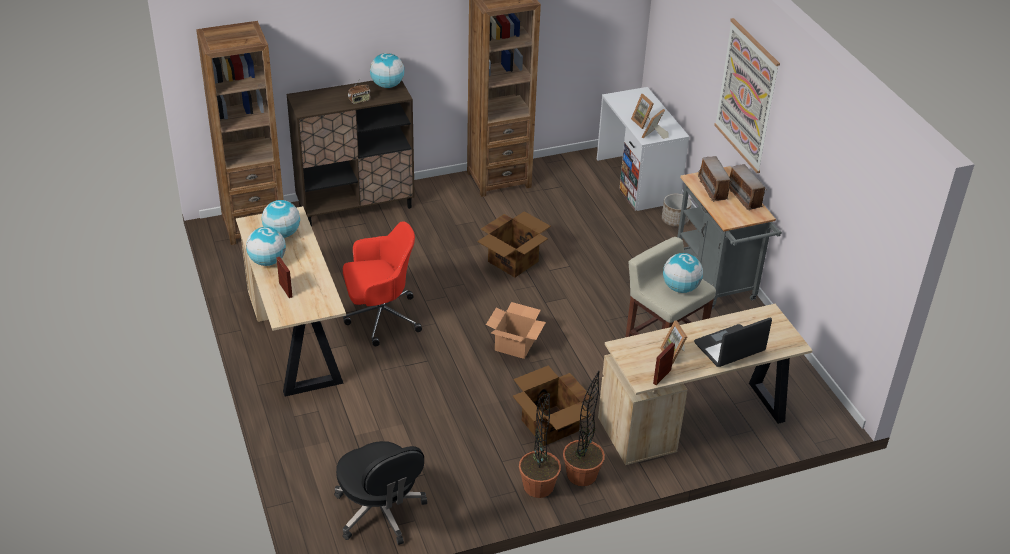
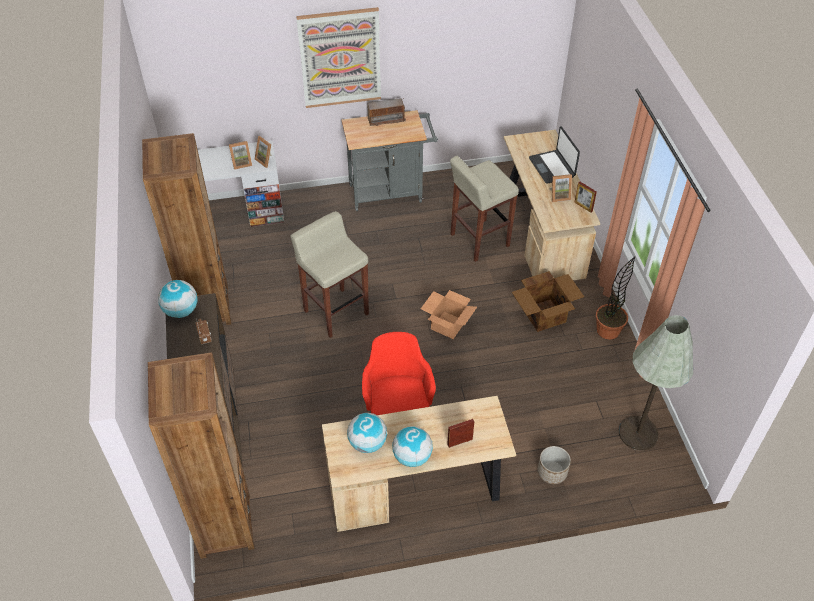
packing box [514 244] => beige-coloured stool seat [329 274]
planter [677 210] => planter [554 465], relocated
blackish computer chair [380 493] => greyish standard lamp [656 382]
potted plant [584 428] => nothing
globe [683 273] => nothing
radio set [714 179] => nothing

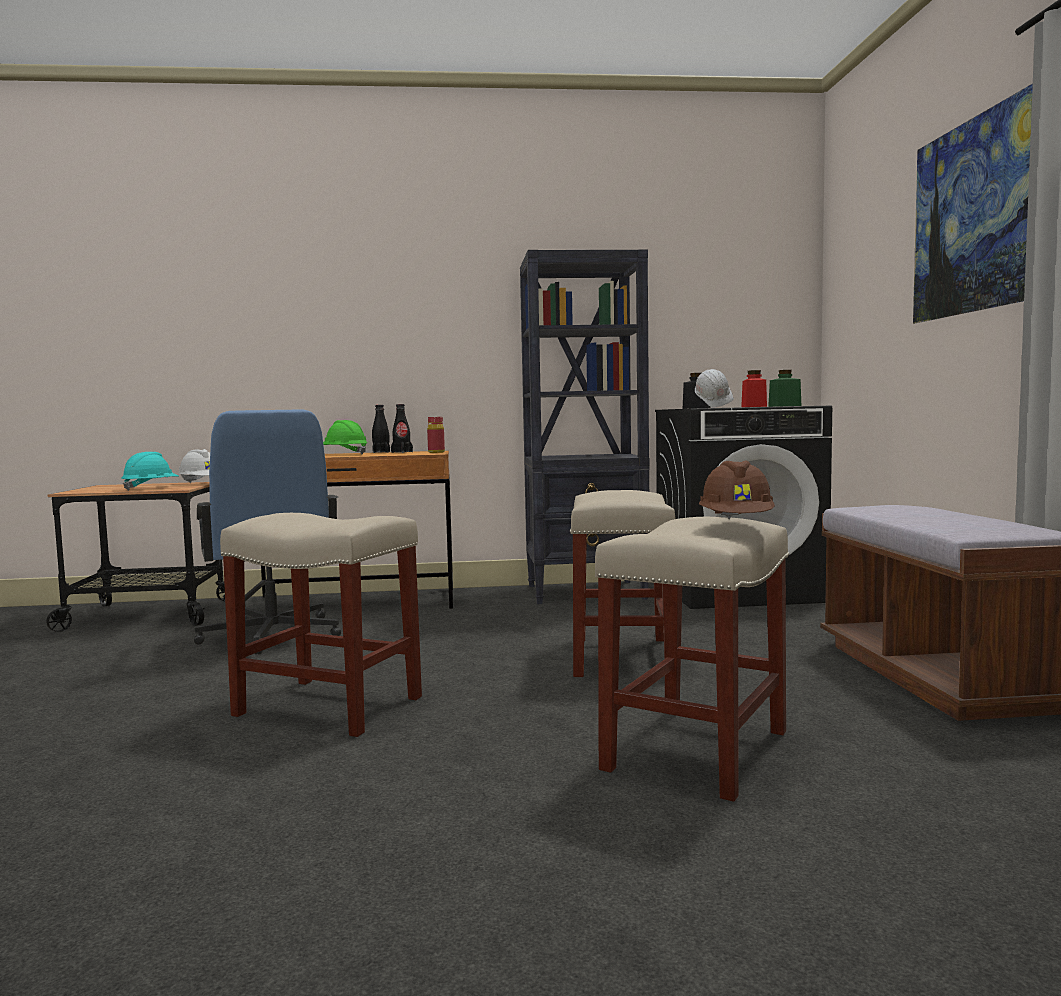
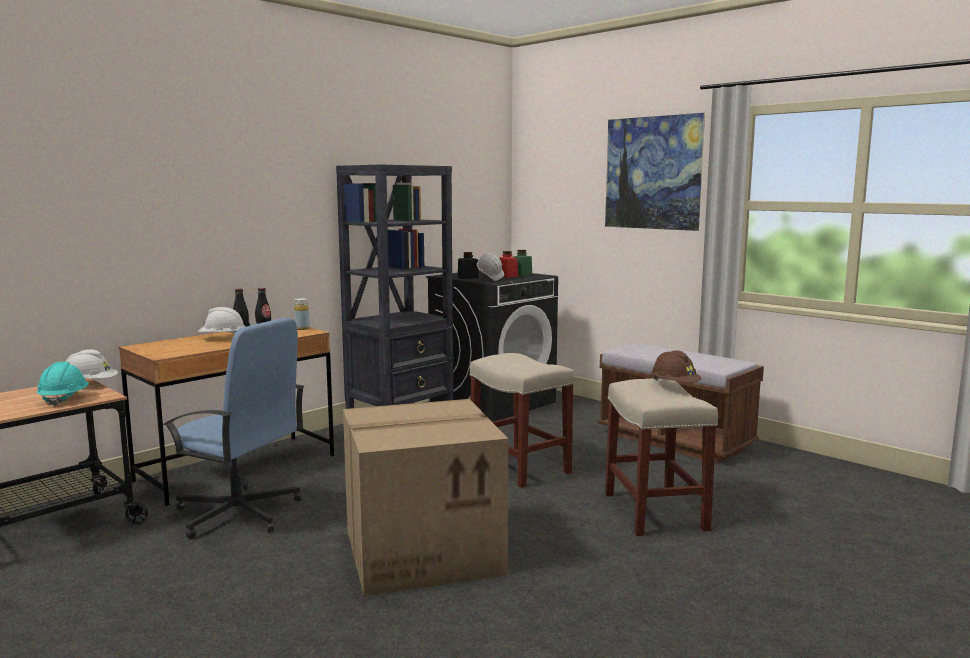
green-coloured hard hat [345 437] => white-coloured hard hat [222 320]
reddish bottle [436 435] => yellow-coloured bottle [302 314]
beige-coloured stool seat [321 625] => packing box [425 498]

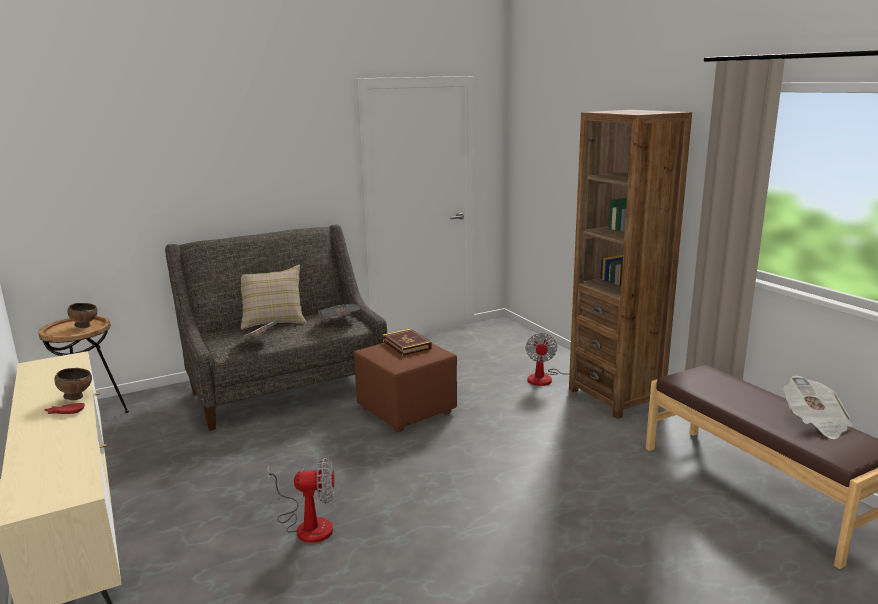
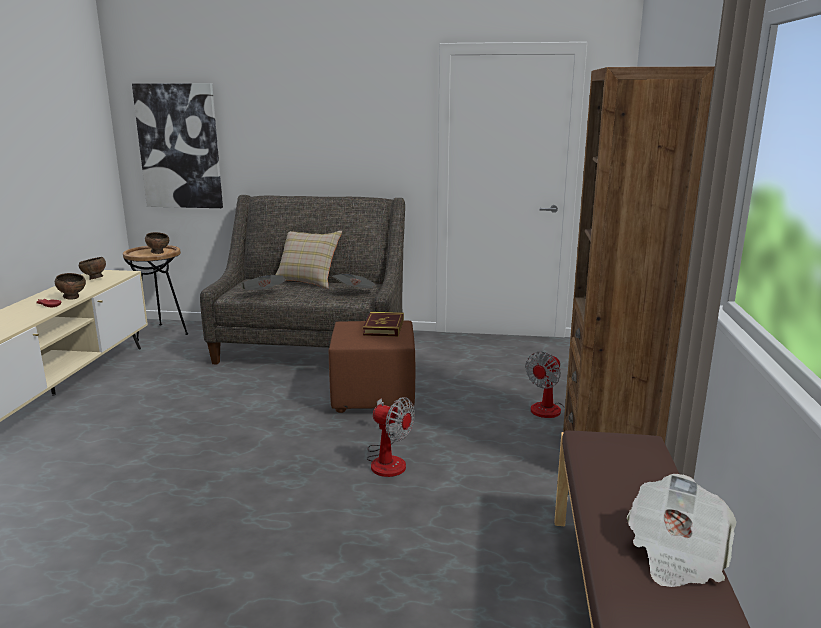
nothing => brown-coloured bowl [92 268]
nothing => picture [177 145]
fan [301 500] => fan [390 437], relocated

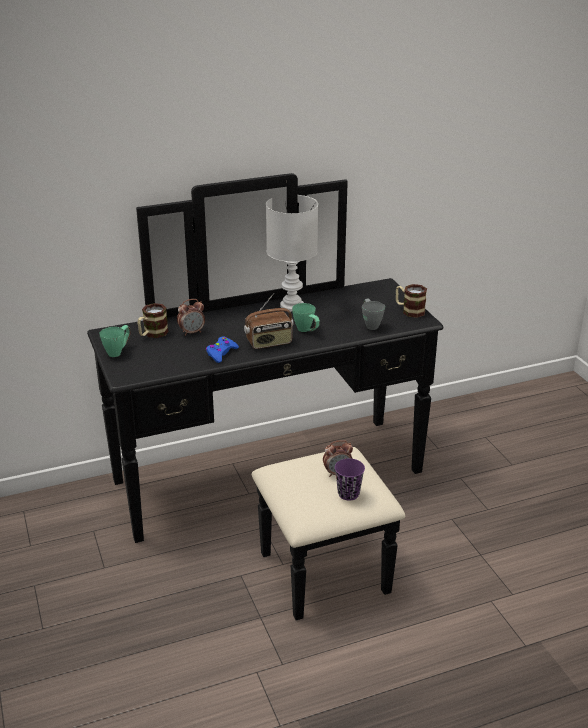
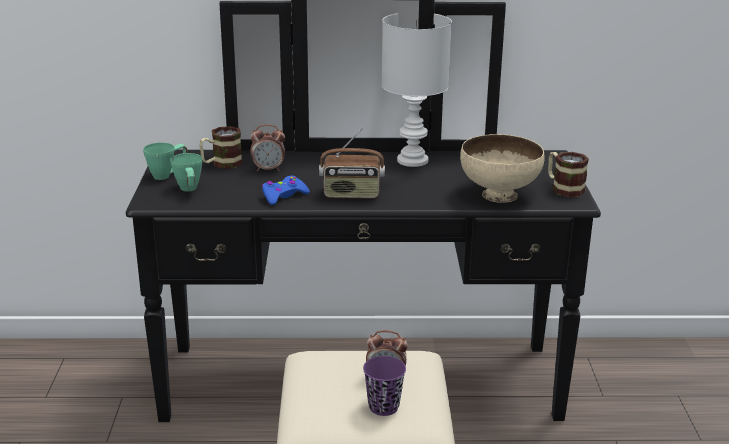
green-coloured coffee mug [306 317] => green-coloured coffee mug [186 172], relocated
greyish coffee mug [373 314] => beige-coloured bowl [502 168]

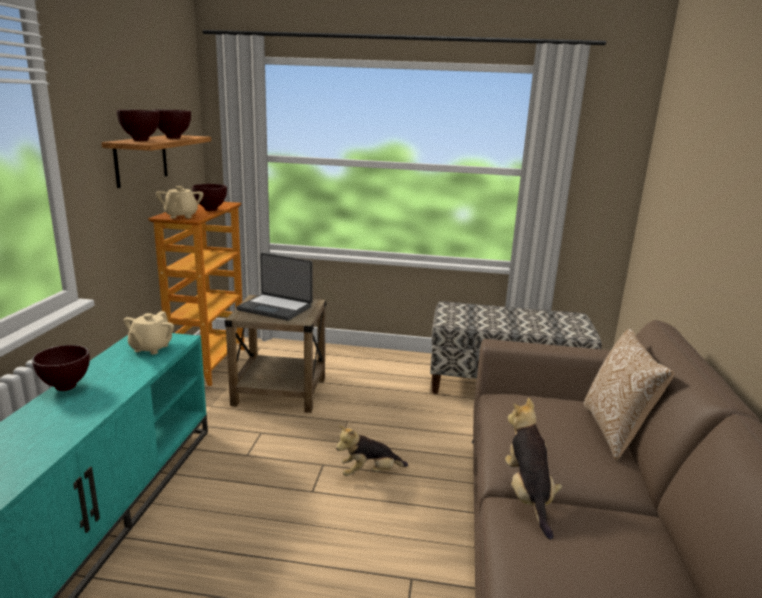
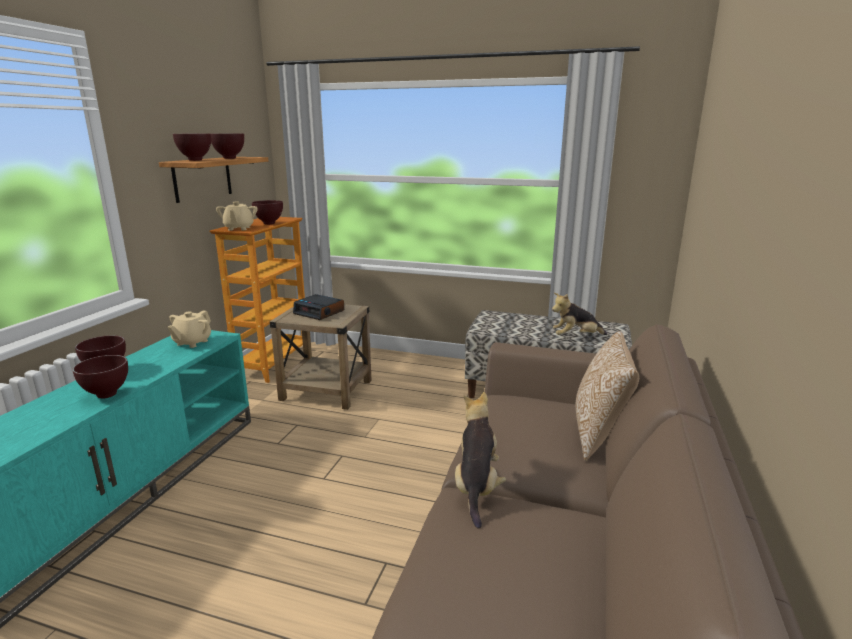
nothing => brown-coloured bowl [100 377]
portable computer [274 287] => table clock [318 307]
plush toy [372 450] => plush toy [579 314], relocated

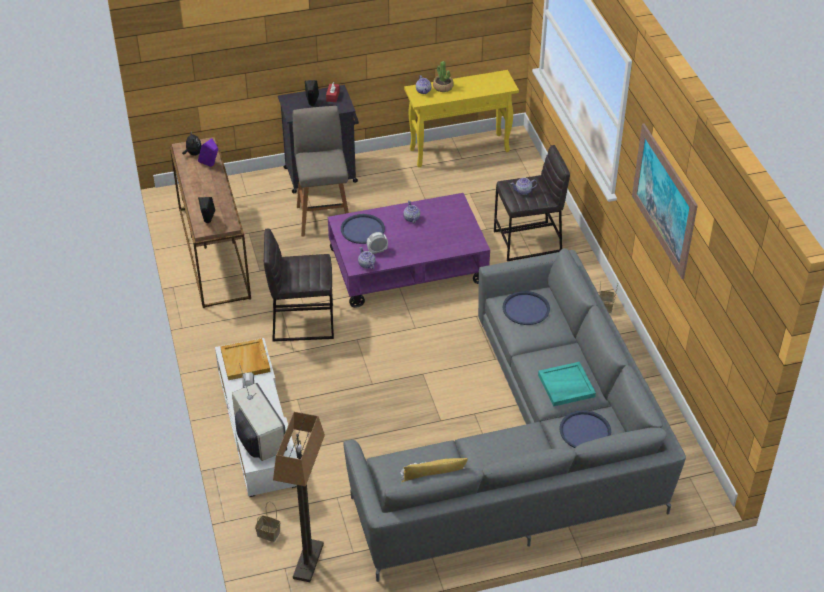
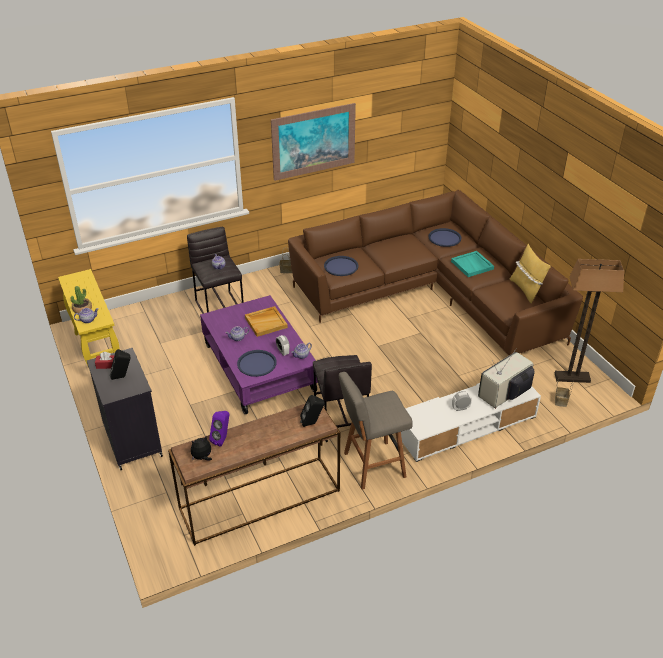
beige-coloured serving tray [245 359] => beige-coloured serving tray [266 321], relocated
greyish settee [514 415] => brown-coloured settee [435 273]
greyish stool seat [321 171] => greyish stool seat [376 431], relocated
turquoise serving tray [567 384] => turquoise serving tray [472 264], relocated

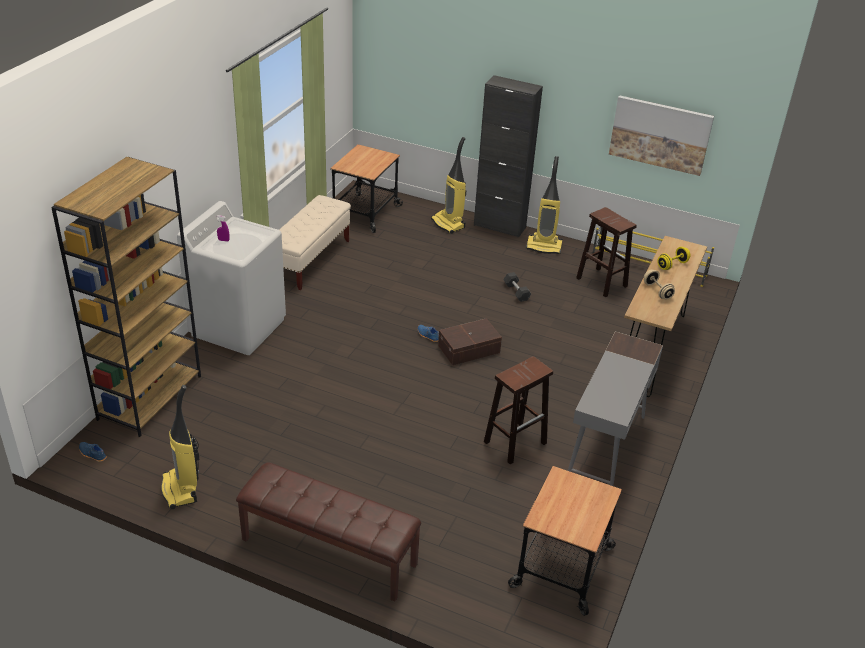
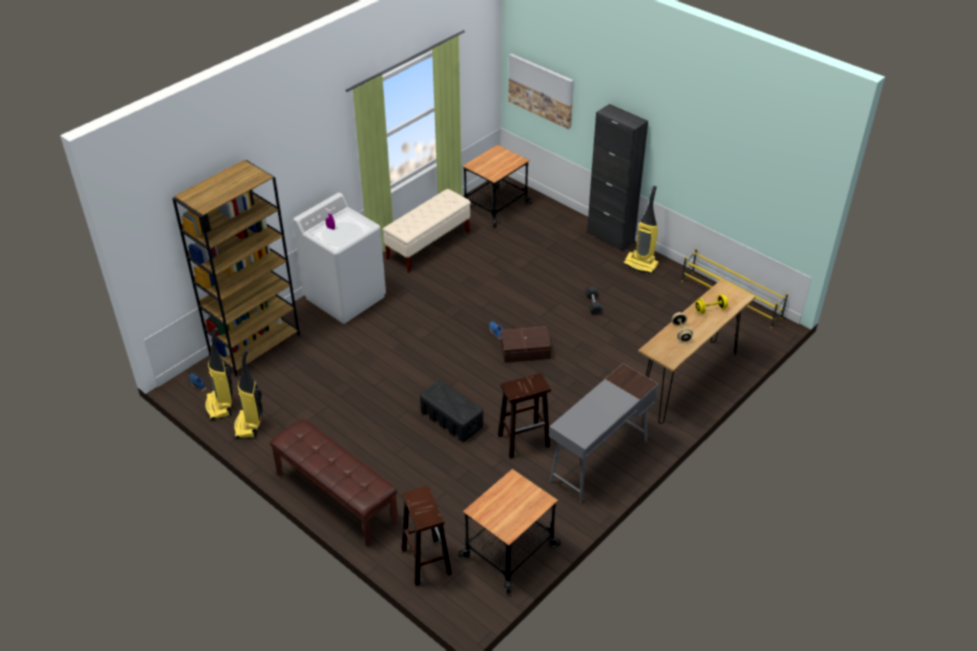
hoover [448 185] => hoover [219 374], relocated
brown-coloured stool seat [606 252] => brown-coloured stool seat [426 535], relocated
nothing => blackish storage bin [451 411]
picture [661 135] => picture [541 91], relocated

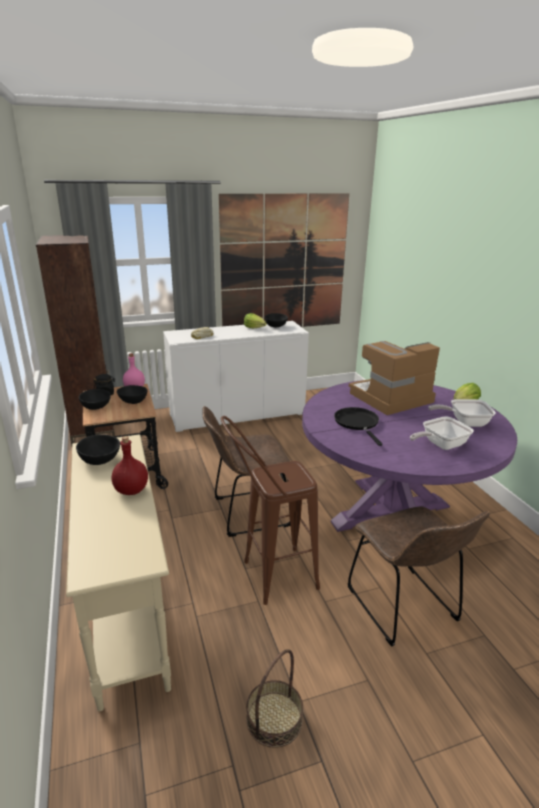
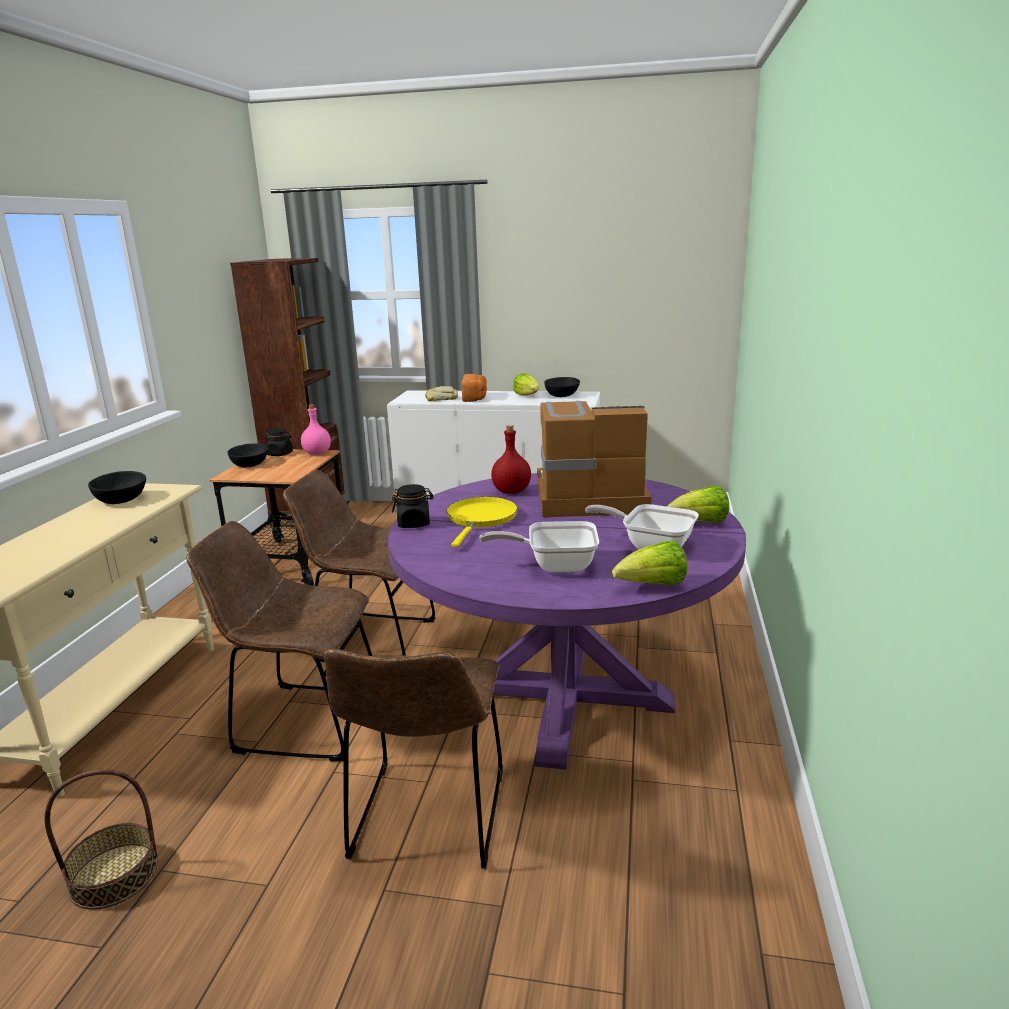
brown-coloured stool seat [270 510] => brown-coloured upright chair [279 641]
nothing => blackish preserve jar [412 506]
blackish skillet [358 426] => yellow-coloured skillet [482 522]
nothing => bread [474 388]
reddish bottle [130 465] => reddish bottle [511 459], relocated
nothing => head of lettuce [650 563]
blackish bowl [132 394] => nothing
picture [284 260] => nothing

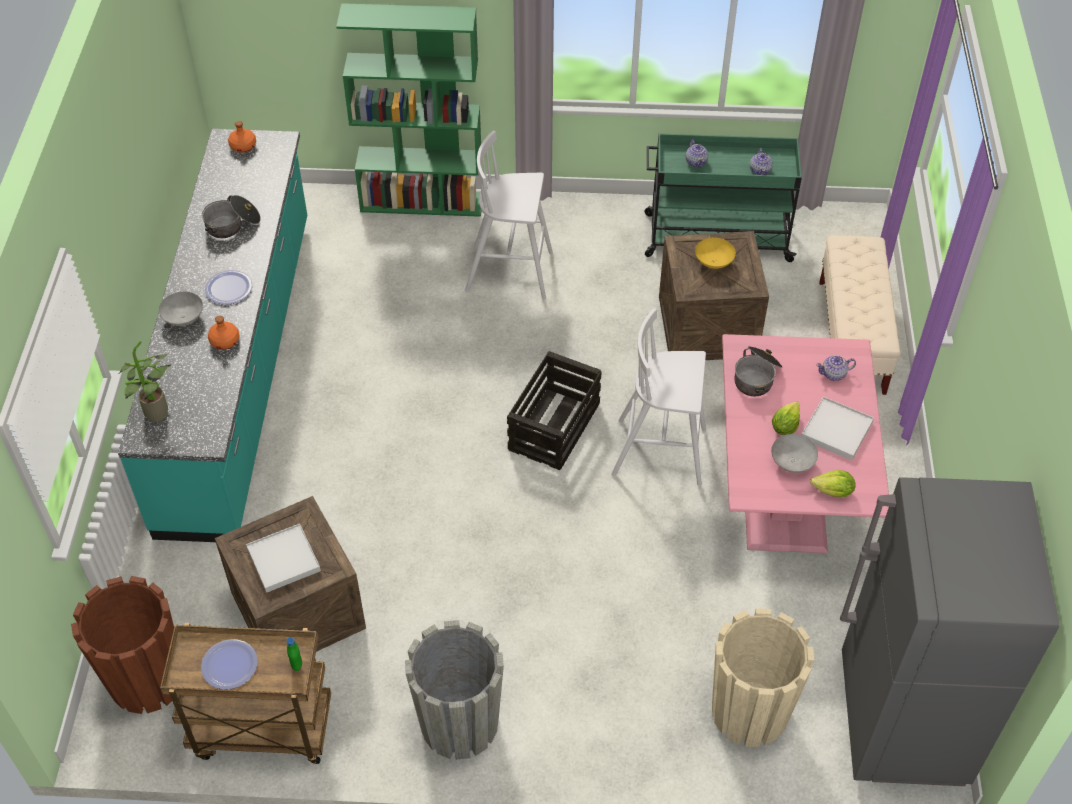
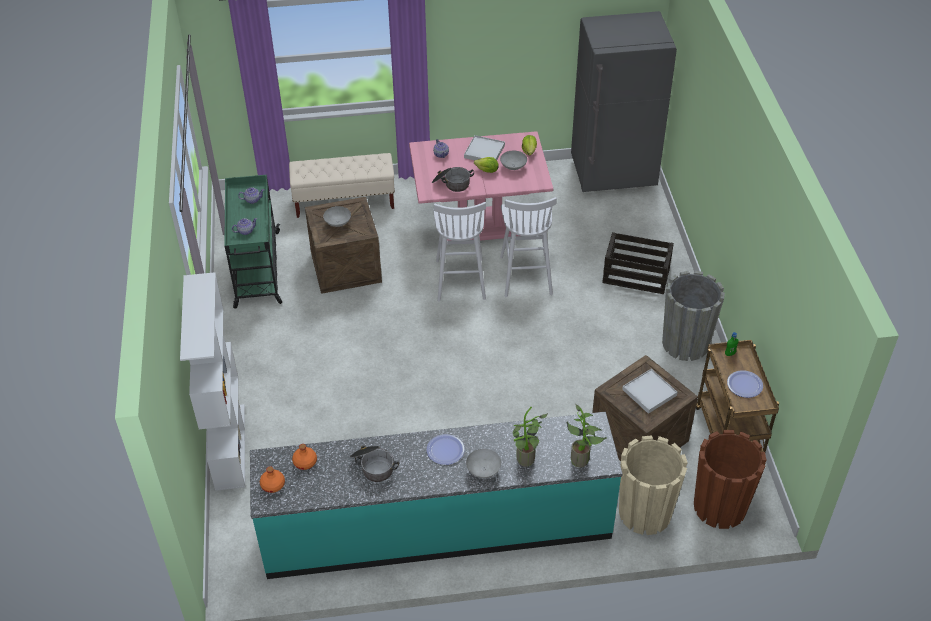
green-coloured bookcase [408 110] => white-coloured bookcase [212 381]
orange-coloured bottle [223 333] => orange-coloured bottle [304 457], relocated
yellow-coloured bowl [715 253] => greyish bowl [337 216]
white-coloured stool seat [509 214] => white-coloured stool seat [528 247], relocated
nothing => potted plant [530 437]
packing crate [554 410] => packing crate [638 263], relocated
beige-coloured planter [763 677] => beige-coloured planter [653 485], relocated

